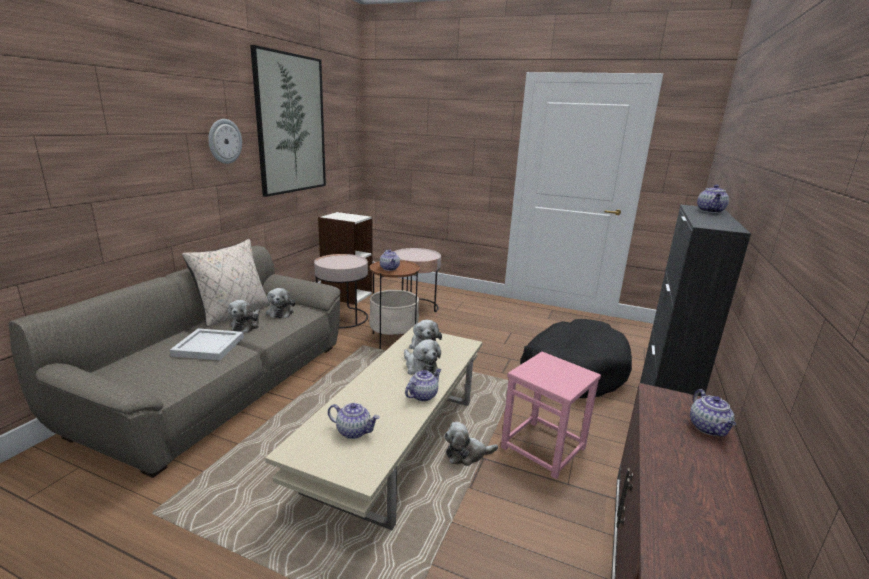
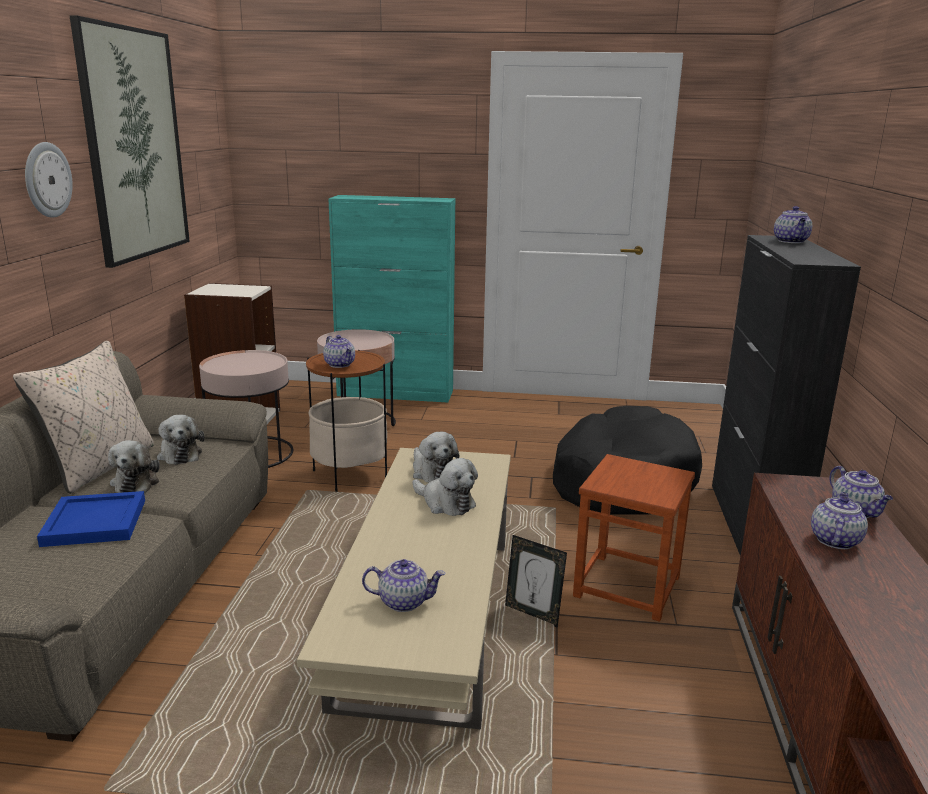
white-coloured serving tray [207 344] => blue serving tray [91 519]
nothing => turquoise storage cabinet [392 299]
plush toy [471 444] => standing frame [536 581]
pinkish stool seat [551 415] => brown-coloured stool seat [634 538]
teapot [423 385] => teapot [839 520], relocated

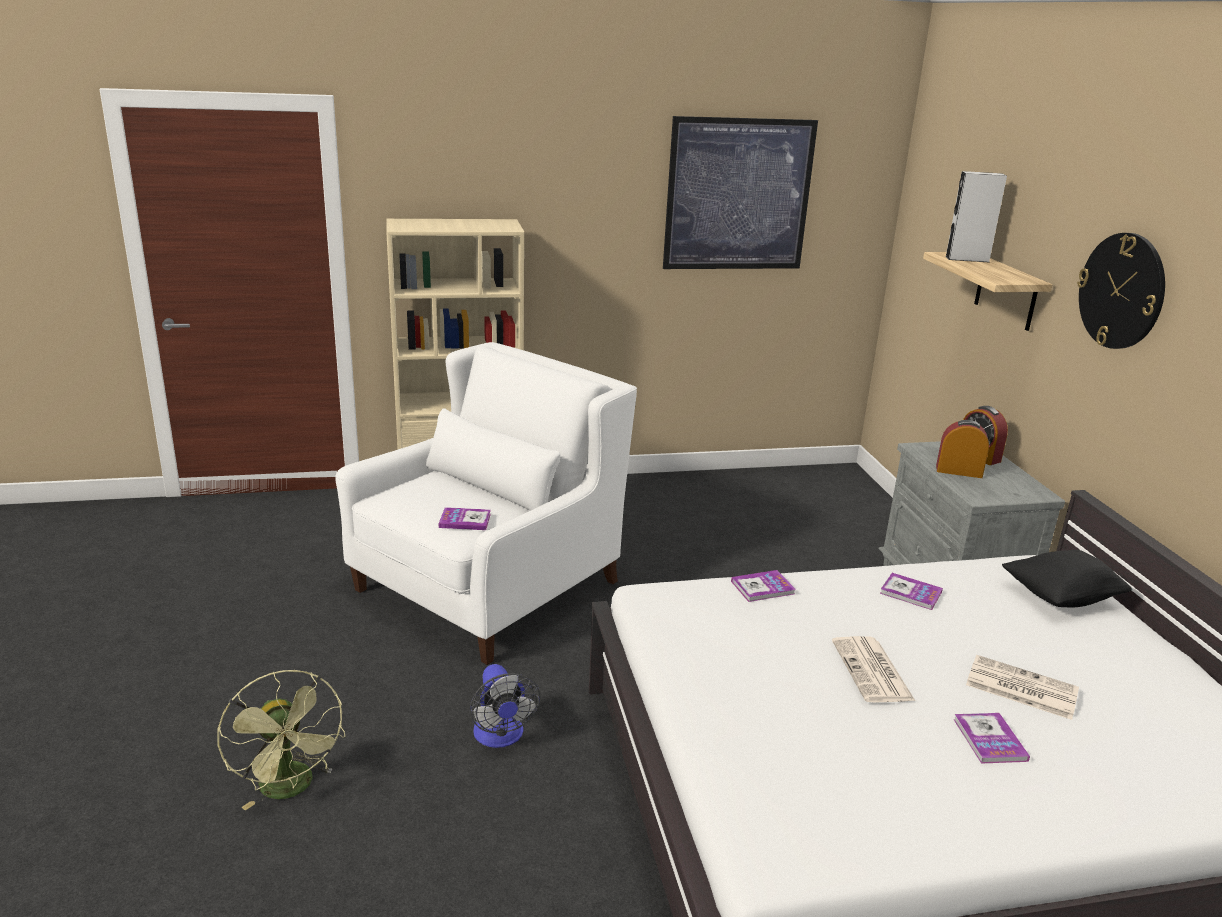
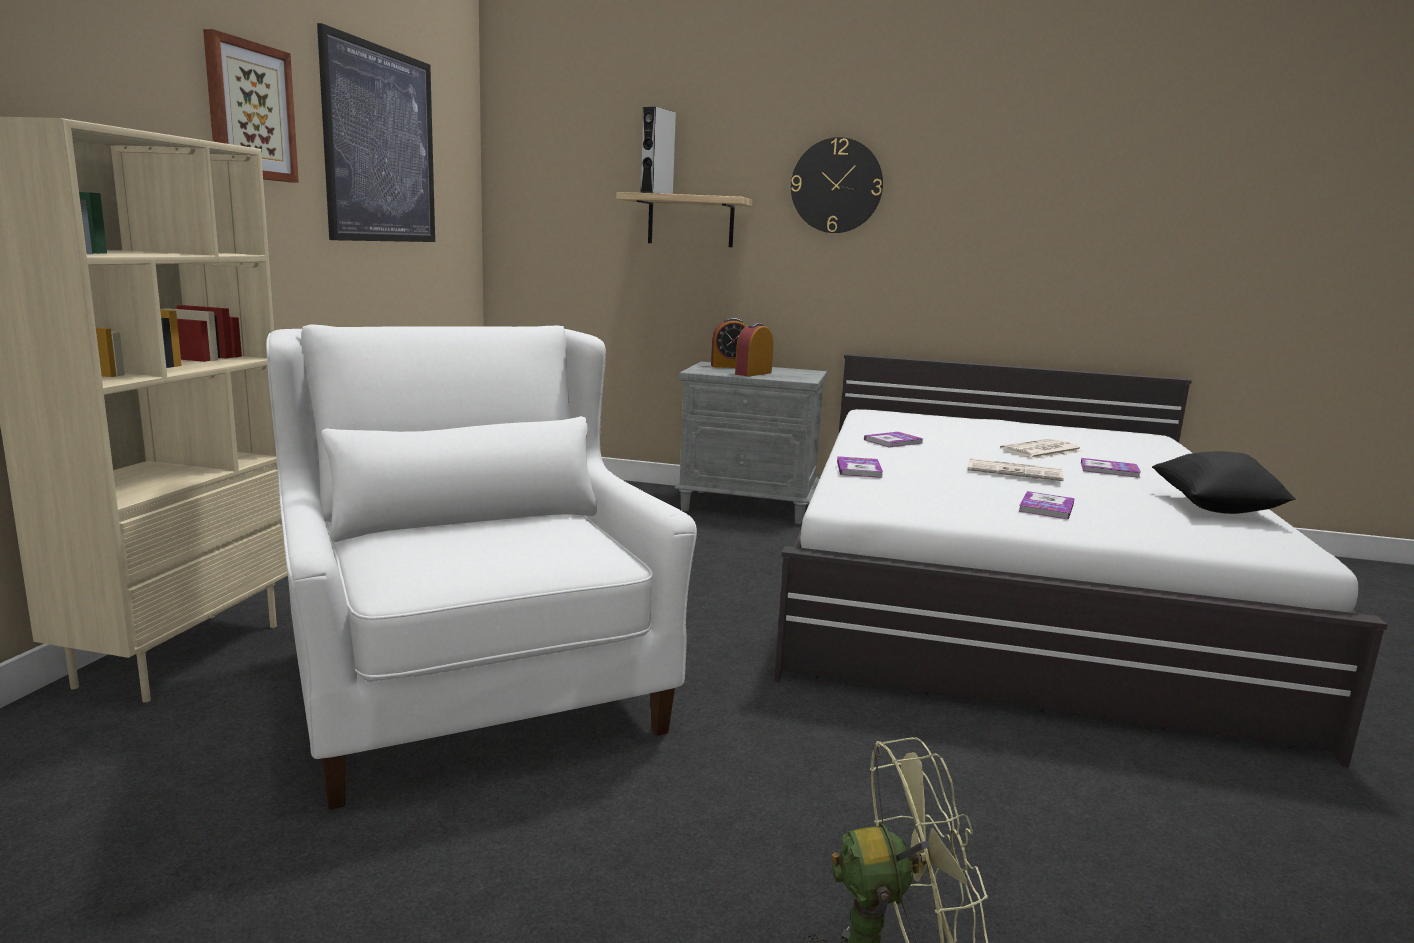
nothing => picture [251 106]
book [465 518] => book [1046 505], relocated
blackish throw pillow [1067 579] => blackish throw pillow [1224 482], relocated
fan [505 706] => nothing

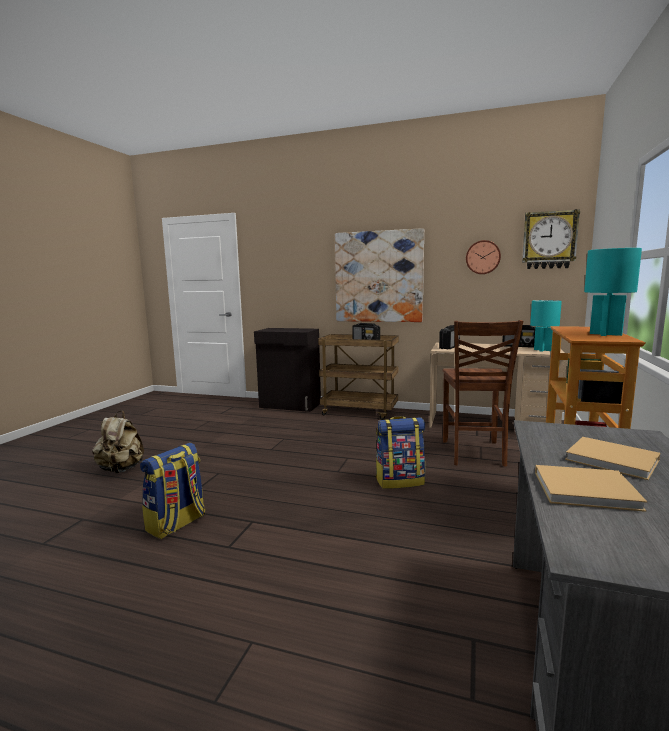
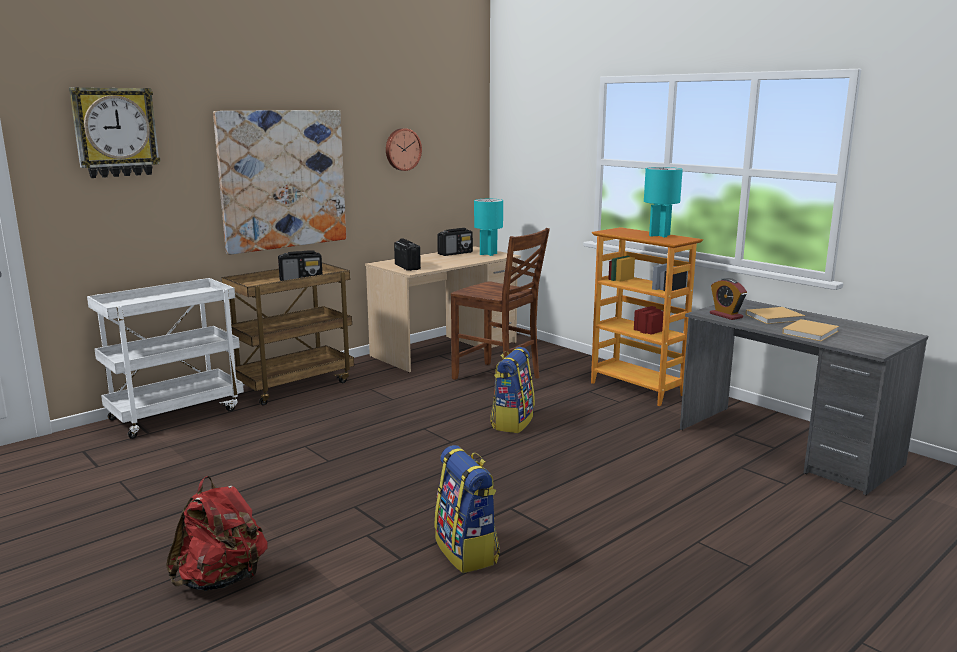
clock on the wall [551 239] => clock on the wall [114 132], relocated
blackish storage cabinet [287 370] => white-coloured cart [165 358]
beige-coloured knapsack [118 442] => reddish knapsack [217 533]
nothing => table clock [728 299]

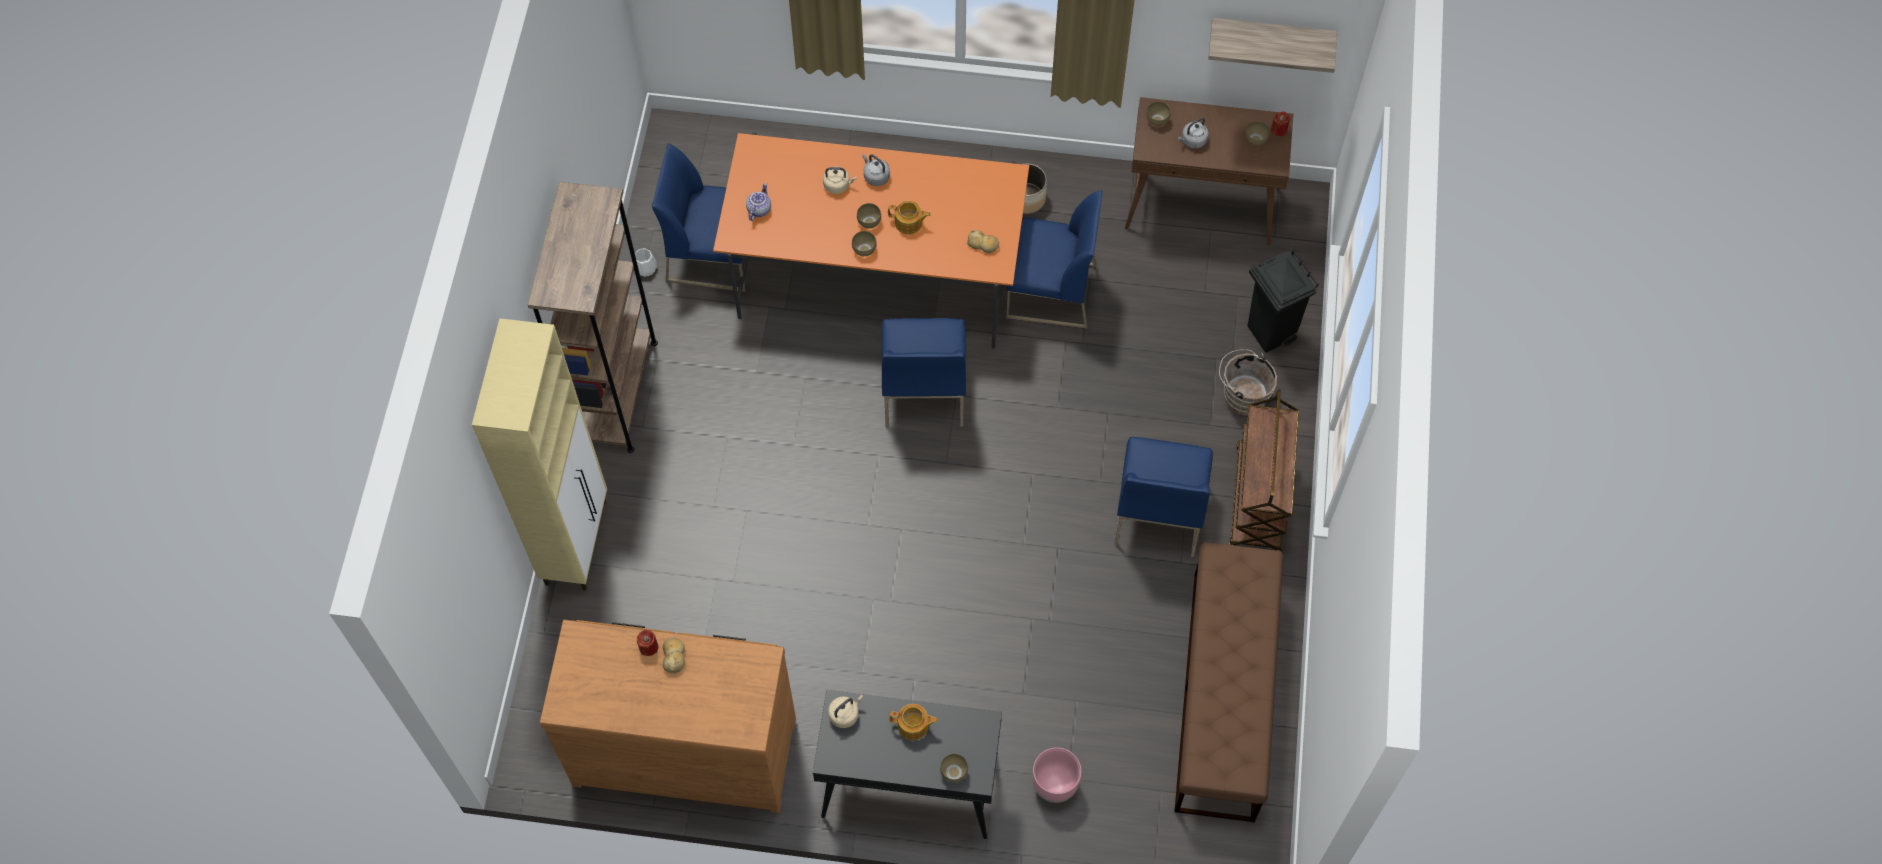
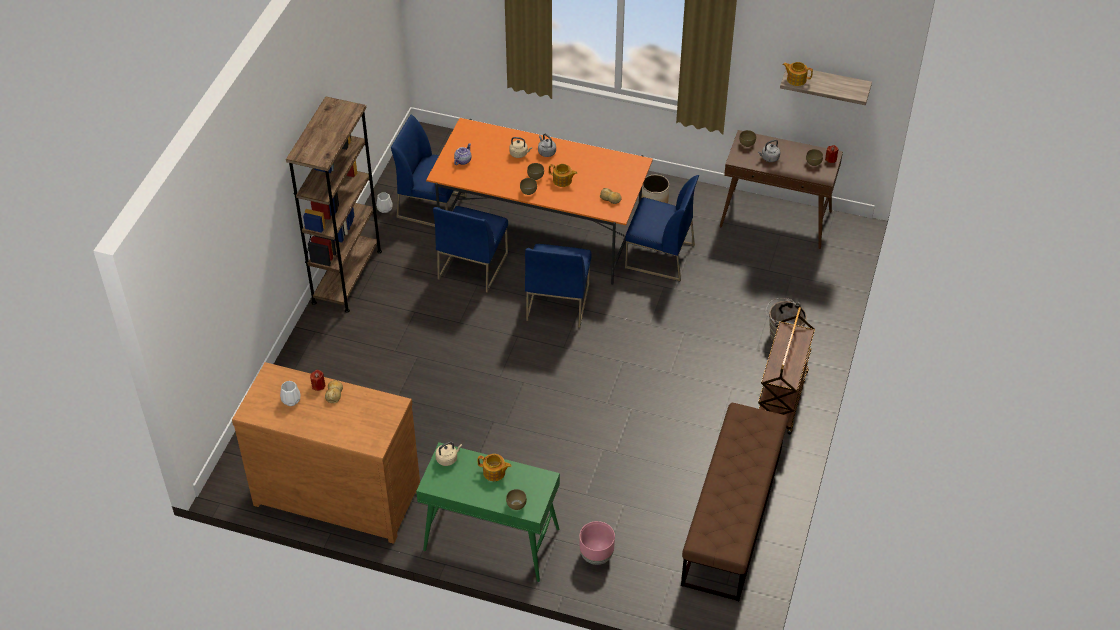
nothing => white-coloured vase [290 393]
blackish hall table [907 764] => green-coloured hall table [488 512]
blue upright chair [1163 497] => blue upright chair [470 249], relocated
nothing => teapot [798 74]
beige-coloured storage cabinet [539 454] => nothing
blackish trash can [1283 301] => nothing

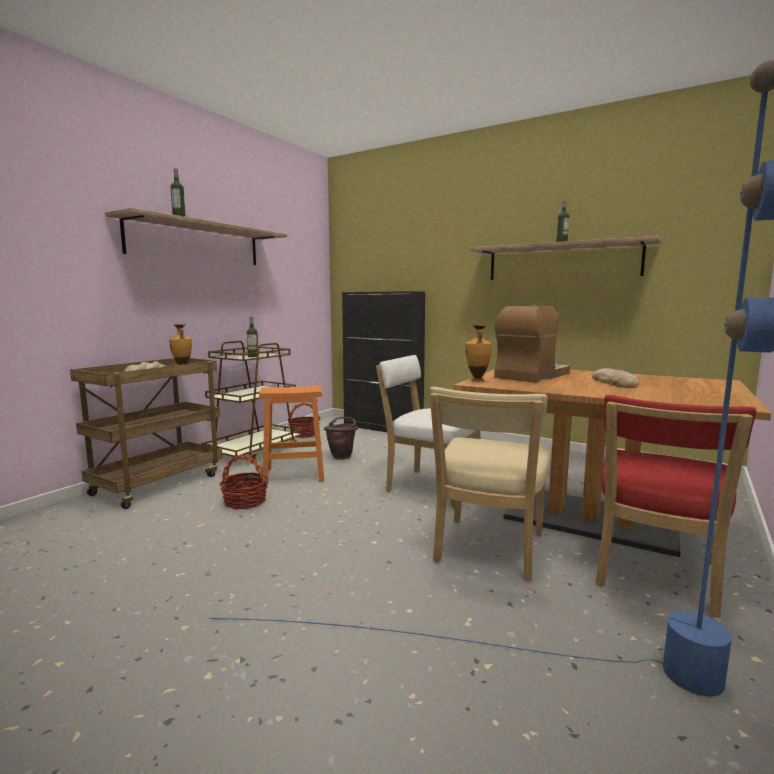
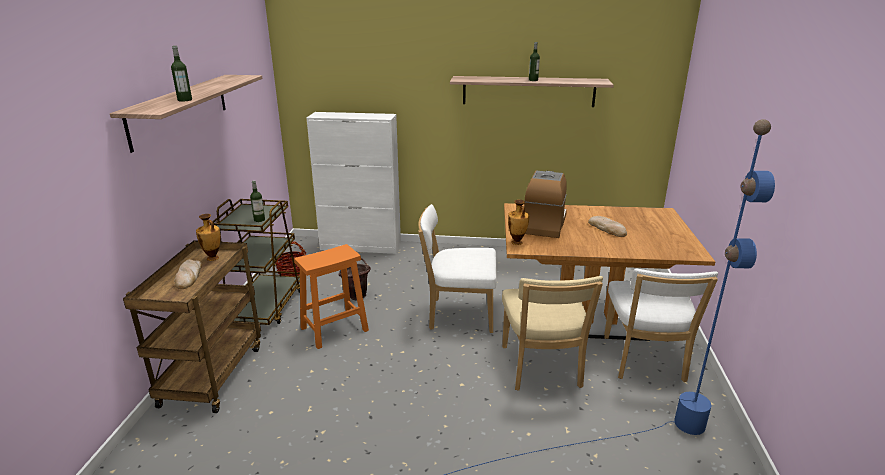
blackish storage cabinet [383 361] => white-coloured storage cabinet [353 183]
reddish upright chair [675 506] => white-coloured upright chair [661 325]
basket [244 481] => nothing

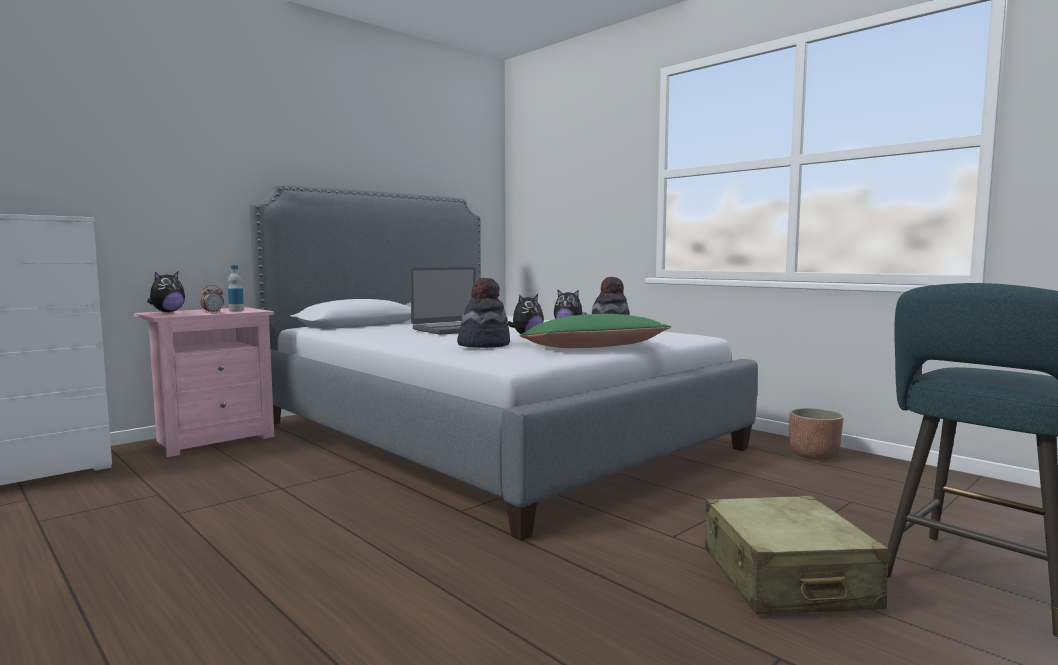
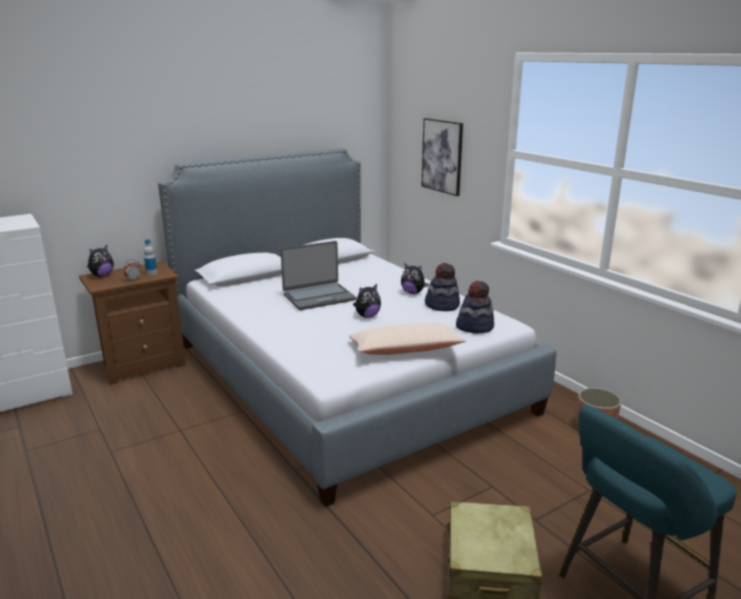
pinkish bedside table [204 382] => brown-coloured bedside table [132 323]
green-coloured throw pillow [595 331] => beige-coloured throw pillow [407 339]
nothing => picture [442 157]
hat [483 313] => hat [475 307], relocated

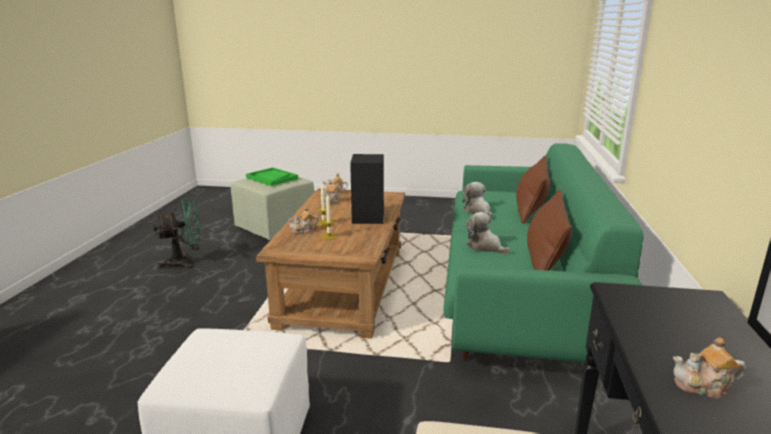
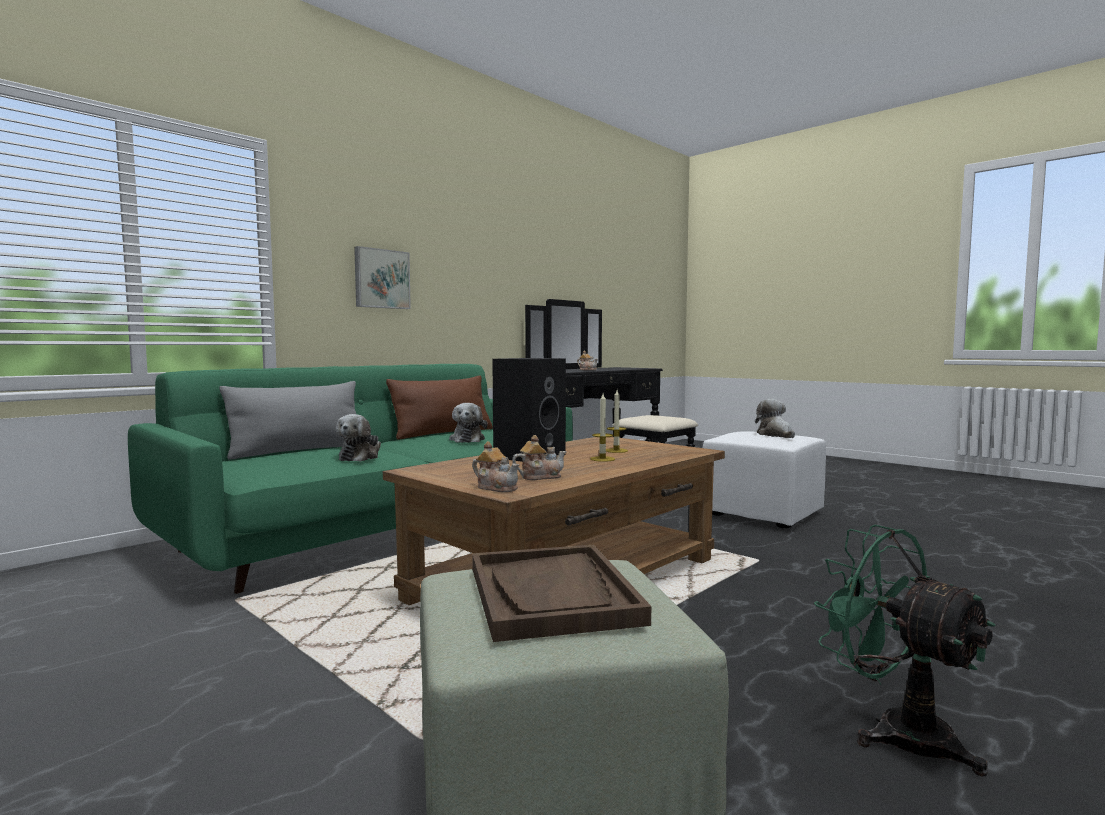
brown-coloured throw pillow [533 189] => greyish throw pillow [287 420]
nothing => picture [382 277]
green-coloured serving tray [272 176] => brown-coloured serving tray [561 593]
nothing => plush toy [775 418]
green-coloured fan [177 233] => green-coloured fan [905 650], 45 degrees clockwise
teapot [303 220] => nothing

